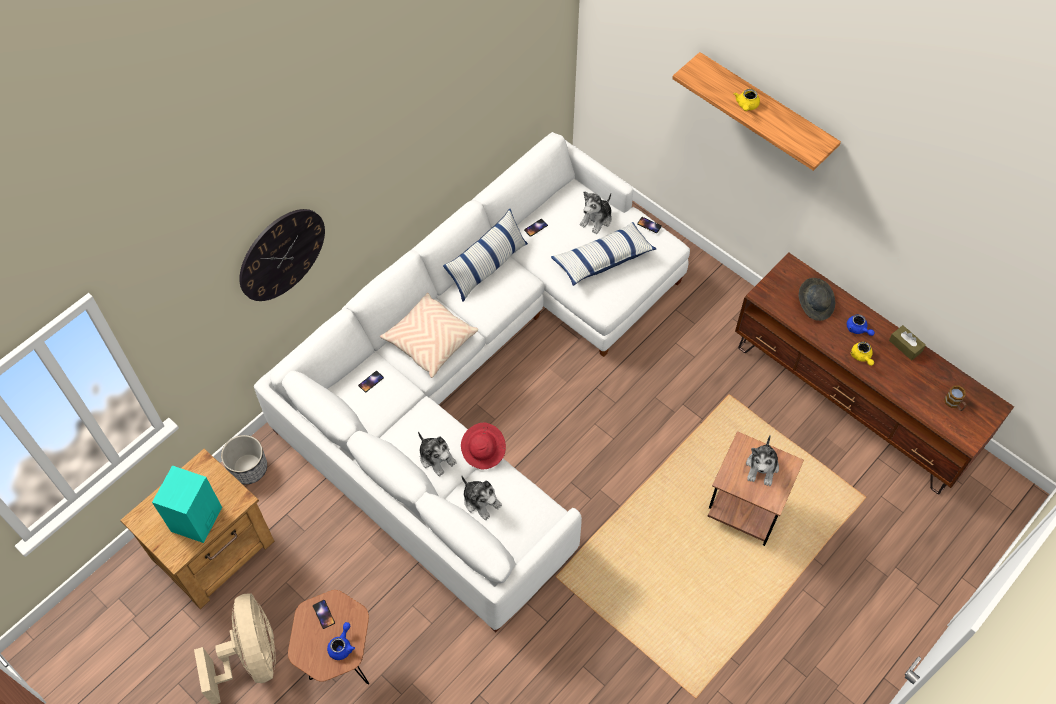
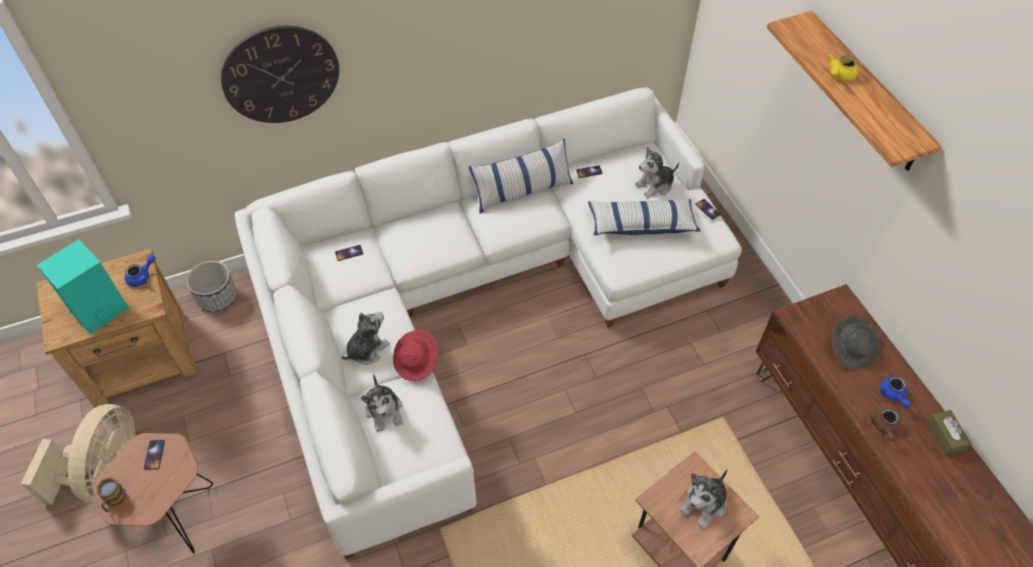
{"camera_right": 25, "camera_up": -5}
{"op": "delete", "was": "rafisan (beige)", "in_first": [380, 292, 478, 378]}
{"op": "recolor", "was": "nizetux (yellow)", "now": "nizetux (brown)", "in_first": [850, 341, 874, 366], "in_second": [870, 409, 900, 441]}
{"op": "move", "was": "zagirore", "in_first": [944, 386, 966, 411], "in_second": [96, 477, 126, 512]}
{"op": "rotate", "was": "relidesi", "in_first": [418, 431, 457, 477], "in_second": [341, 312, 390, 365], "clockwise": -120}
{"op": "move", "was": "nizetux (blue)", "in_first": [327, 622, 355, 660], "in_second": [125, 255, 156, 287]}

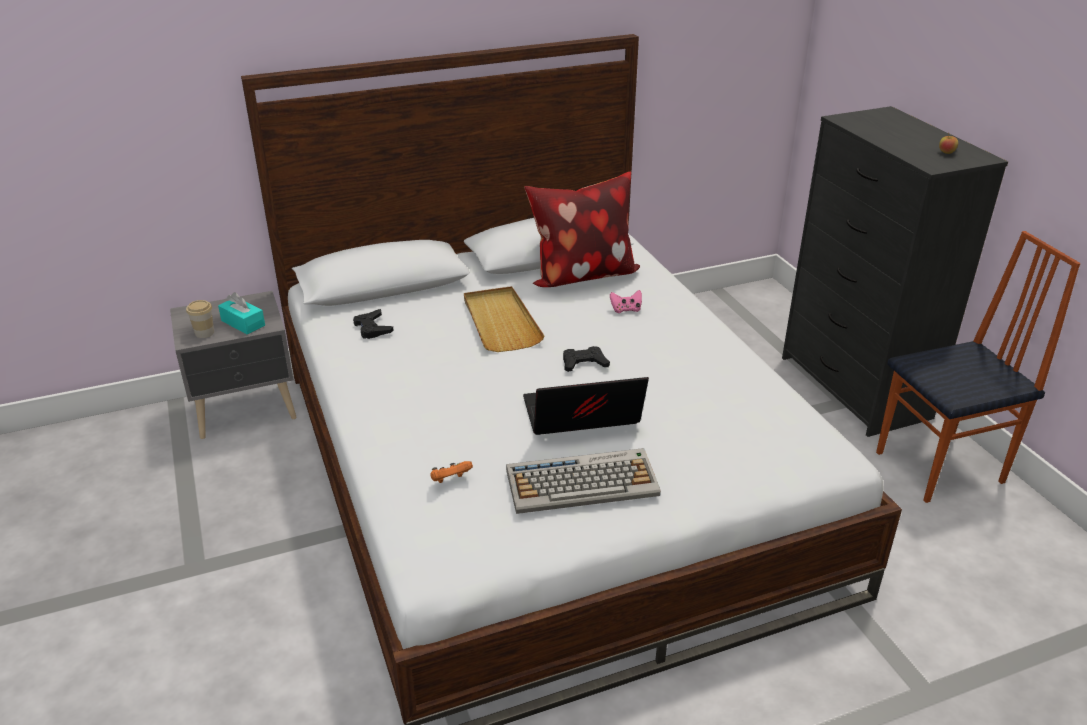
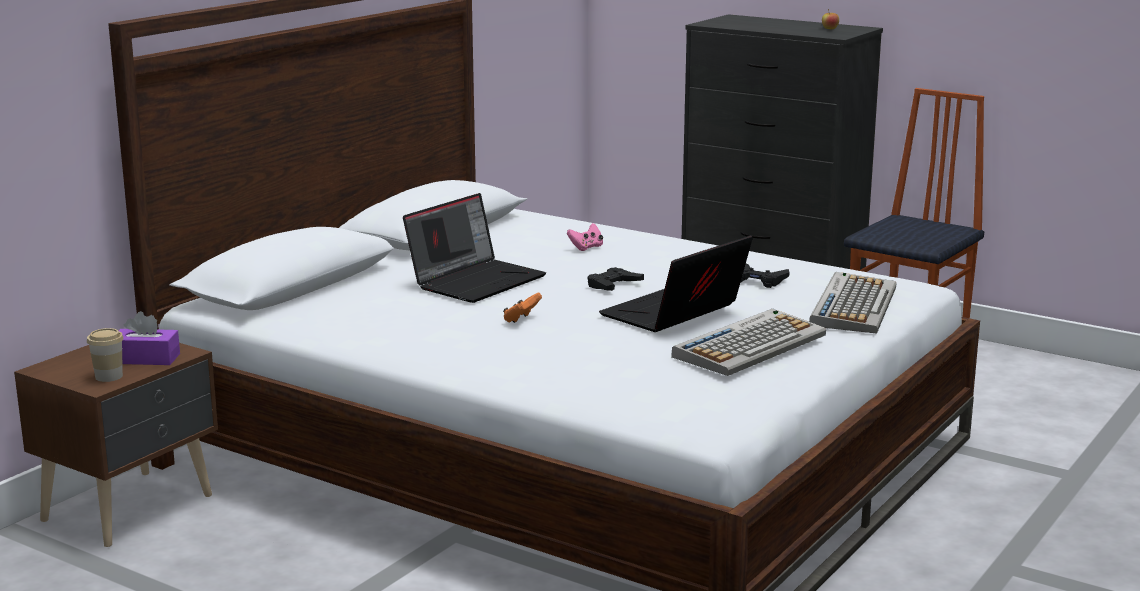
{"camera_right": -35, "camera_up": -15}
{"op": "delete", "was": "rafisan", "in_first": [524, 171, 640, 287]}
{"op": "replace", "was": "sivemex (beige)", "now": "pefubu", "in_first": [464, 286, 545, 352], "in_second": [403, 193, 546, 303]}
{"op": "recolor", "was": "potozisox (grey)", "now": "potozisox (brown)", "in_first": [170, 291, 297, 439], "in_second": [14, 343, 218, 547]}
{"op": "recolor", "was": "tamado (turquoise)", "now": "tamado (purple)", "in_first": [218, 292, 265, 334], "in_second": [119, 311, 180, 365]}
{"op": "move", "was": "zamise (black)", "in_first": [353, 309, 394, 339], "in_second": [741, 263, 789, 288]}
{"op": "move", "was": "zamise (orange)", "in_first": [430, 461, 473, 483], "in_second": [503, 293, 542, 323]}
{"op": "insert", "now": "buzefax", "in_second": [809, 272, 897, 334]}

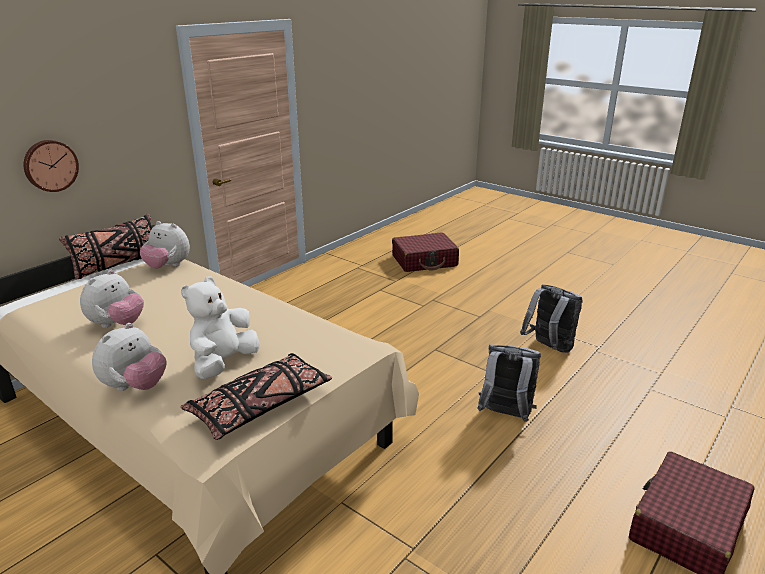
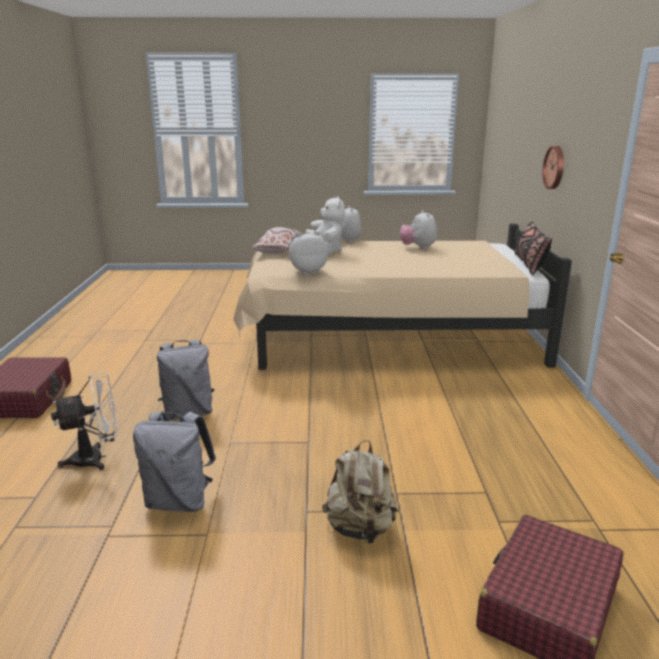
{"camera_right": 140, "camera_up": -5}
{"op": "move", "was": "relidesi", "in_first": [140, 221, 190, 269], "in_second": [289, 231, 328, 275]}
{"op": "recolor", "was": "rafisan (black)", "now": "rafisan (white)", "in_first": [180, 353, 332, 440], "in_second": [252, 227, 300, 254]}
{"op": "insert", "now": "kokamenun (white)", "in_second": [51, 373, 118, 470]}
{"op": "insert", "now": "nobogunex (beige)", "in_second": [322, 440, 398, 544]}

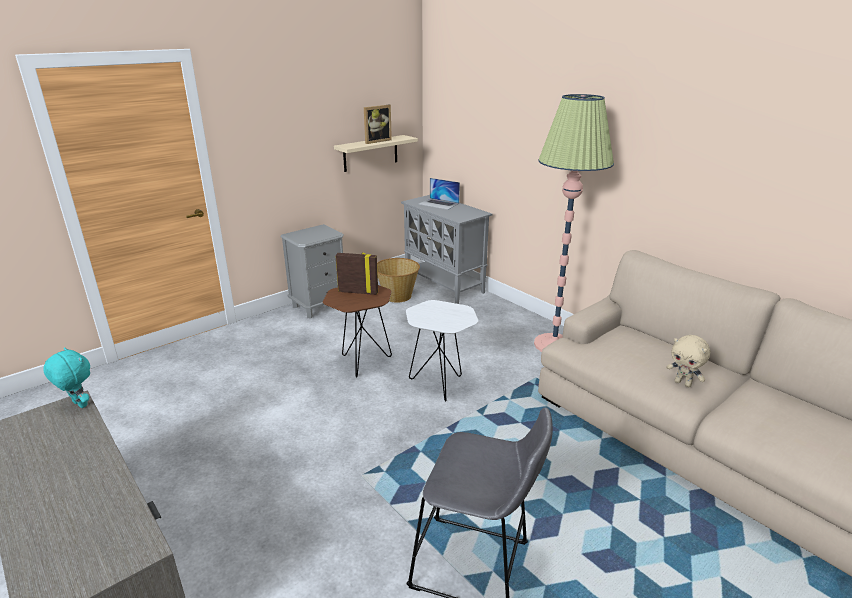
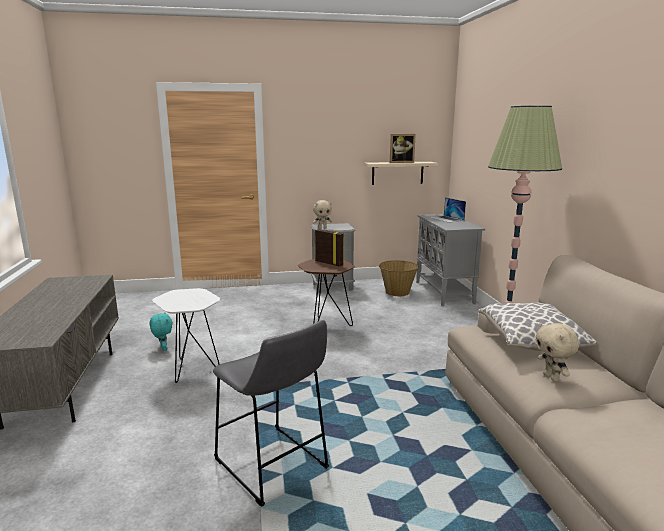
{"camera_right": 30, "camera_up": -10}
{"op": "move", "was": "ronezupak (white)", "in_first": [406, 300, 478, 402], "in_second": [152, 288, 220, 383]}
{"op": "move", "was": "relidesi (turquoise)", "in_first": [43, 347, 90, 408], "in_second": [150, 312, 173, 351]}
{"op": "insert", "now": "relidesi (beige)", "in_second": [313, 200, 332, 229]}
{"op": "insert", "now": "rafisan", "in_second": [478, 303, 597, 351]}

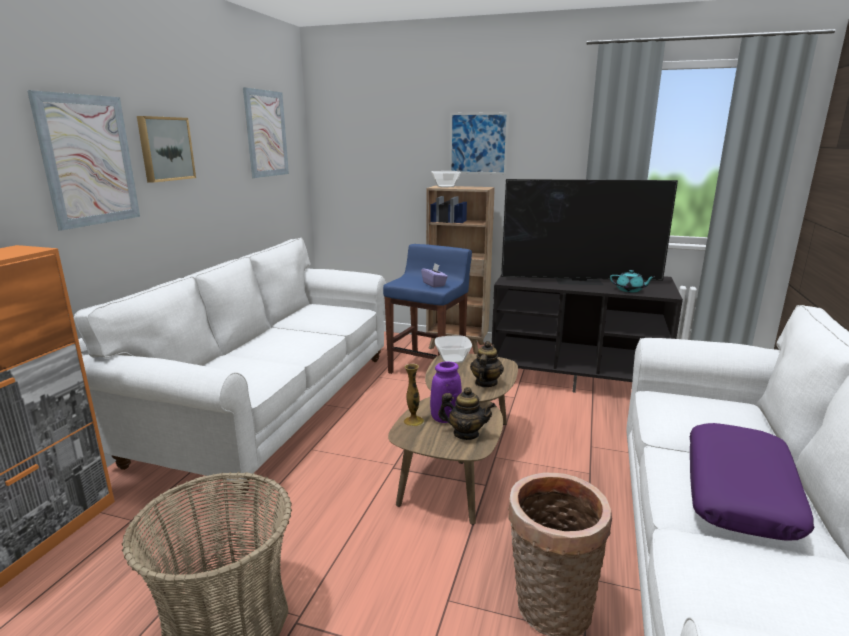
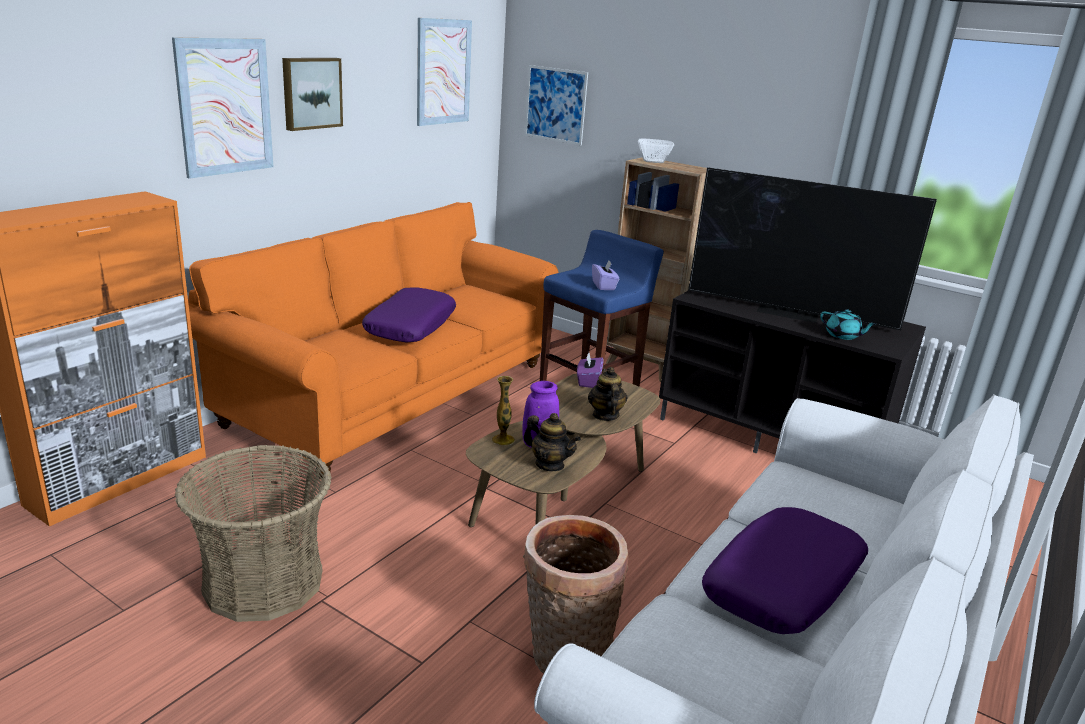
{"camera_right": 15, "camera_up": 5}
{"op": "move", "was": "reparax", "in_first": [450, 112, 509, 174], "in_second": [525, 65, 588, 145]}
{"op": "recolor", "was": "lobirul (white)", "now": "lobirul (orange)", "in_first": [74, 237, 386, 494], "in_second": [188, 202, 559, 478]}
{"op": "replace", "was": "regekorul", "now": "tamado (purple)", "in_first": [435, 336, 472, 363], "in_second": [577, 353, 604, 388]}
{"op": "rotate", "was": "nizetux", "in_first": [470, 341, 504, 387], "in_second": [588, 367, 627, 421], "clockwise": -45}
{"op": "insert", "now": "rafisan (purple)", "in_second": [362, 288, 456, 343]}

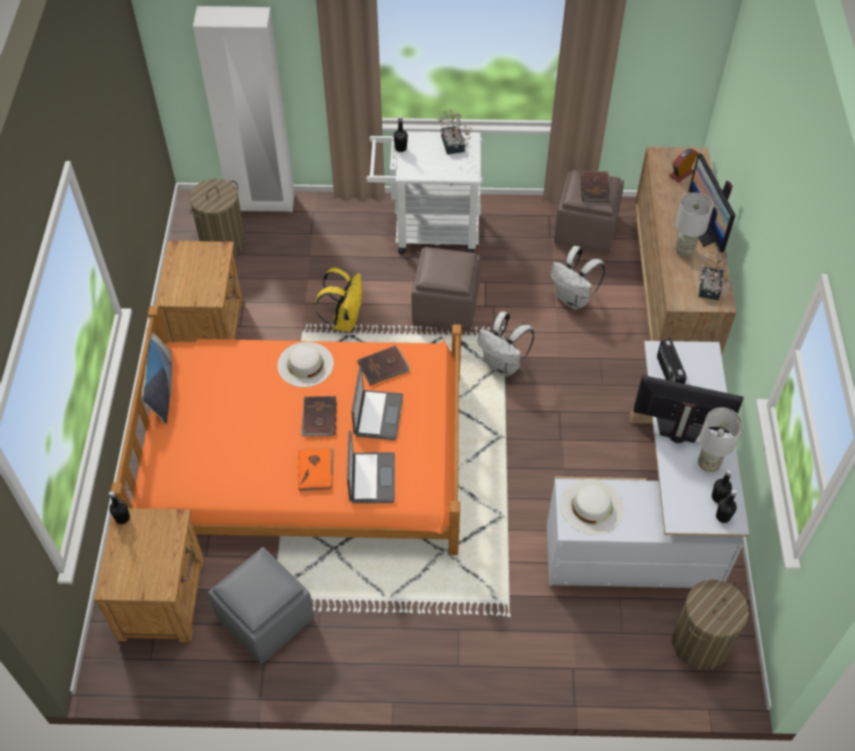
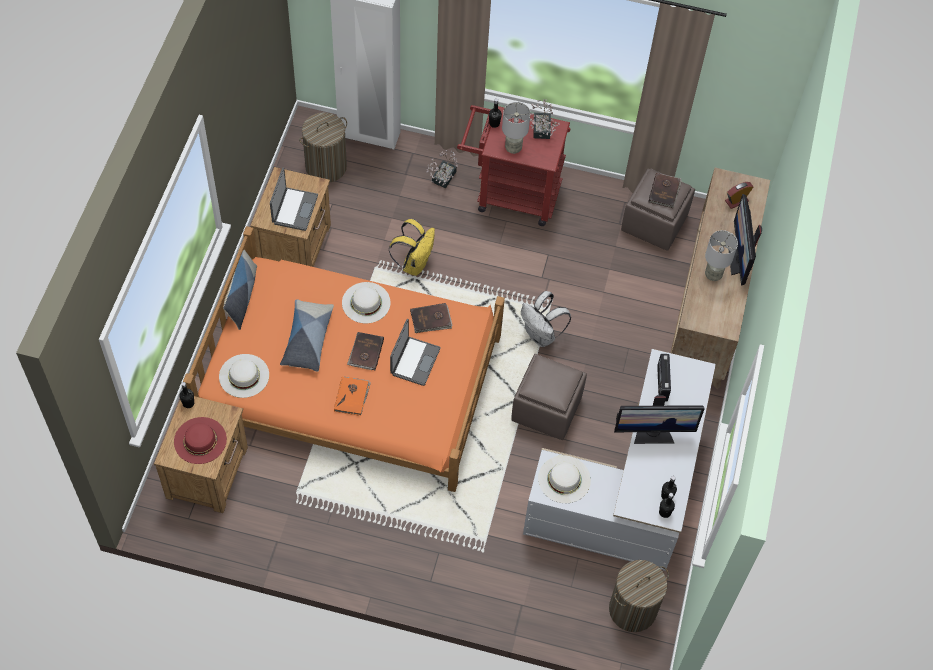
{"camera_right": 10, "camera_up": 5}
{"op": "recolor", "was": "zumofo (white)", "now": "zumofo (red)", "in_first": [366, 131, 483, 255], "in_second": [457, 105, 570, 226]}
{"op": "delete", "was": "nobogunex (white)", "in_first": [550, 246, 605, 310]}
{"op": "move", "was": "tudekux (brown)", "in_first": [412, 247, 481, 332], "in_second": [511, 354, 587, 440]}
{"op": "move", "was": "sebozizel", "in_first": [698, 251, 735, 300], "in_second": [426, 150, 458, 188]}
{"op": "rotate", "was": "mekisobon", "in_first": [633, 375, 744, 443], "in_second": [614, 395, 705, 444], "clockwise": 150}
{"op": "move", "was": "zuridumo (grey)", "in_first": [698, 407, 743, 472], "in_second": [502, 102, 530, 154]}
{"op": "move", "was": "pefubu", "in_first": [347, 431, 395, 503], "in_second": [270, 168, 318, 231]}
{"op": "delete", "was": "tudekux (grey)", "in_first": [207, 547, 314, 664]}
{"op": "insert", "now": "rafisan", "in_second": [280, 299, 334, 372]}
{"op": "insert", "now": "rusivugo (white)", "in_second": [219, 354, 269, 398]}
{"op": "insert", "now": "rusivugo (red)", "in_second": [174, 417, 227, 464]}

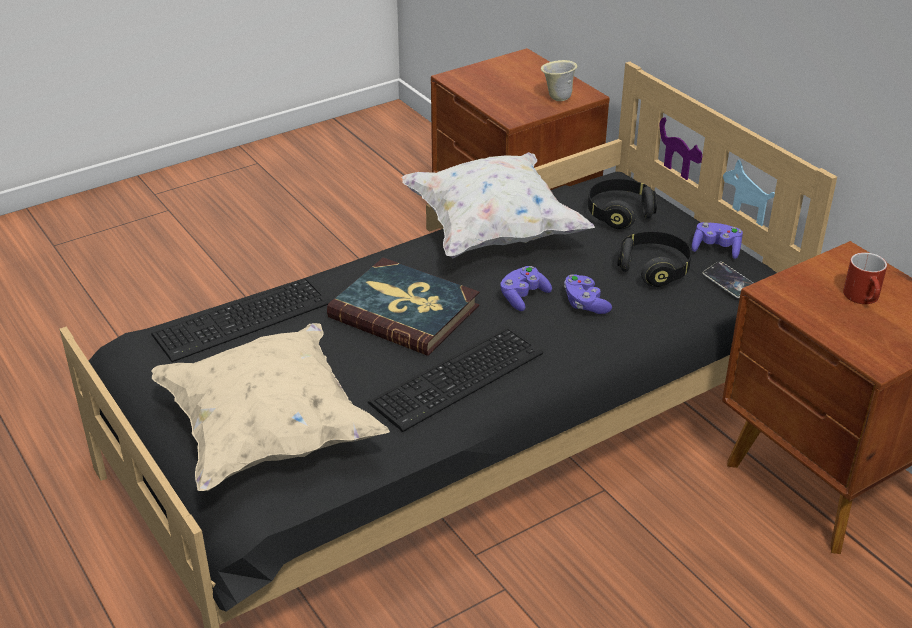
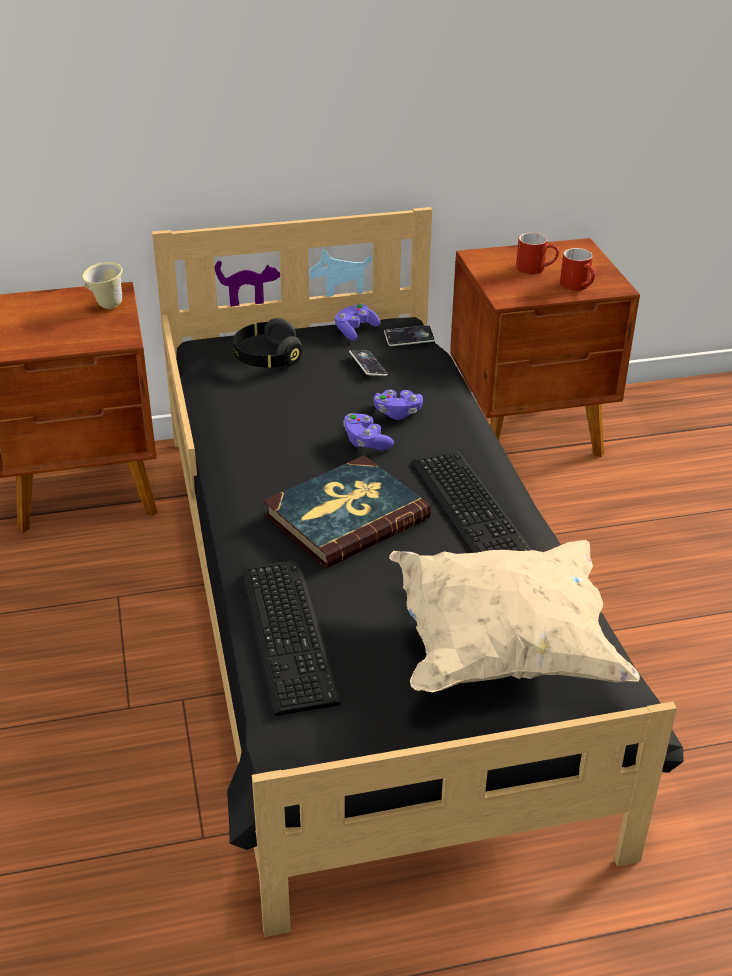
{"camera_right": -70, "camera_up": 0}
{"op": "delete", "was": "rafisan (white)", "in_first": [402, 152, 595, 258]}
{"op": "replace", "was": "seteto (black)", "now": "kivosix", "in_first": [617, 231, 692, 287], "in_second": [349, 350, 387, 376]}
{"op": "insert", "now": "zagirore (red)", "in_second": [560, 248, 595, 291]}

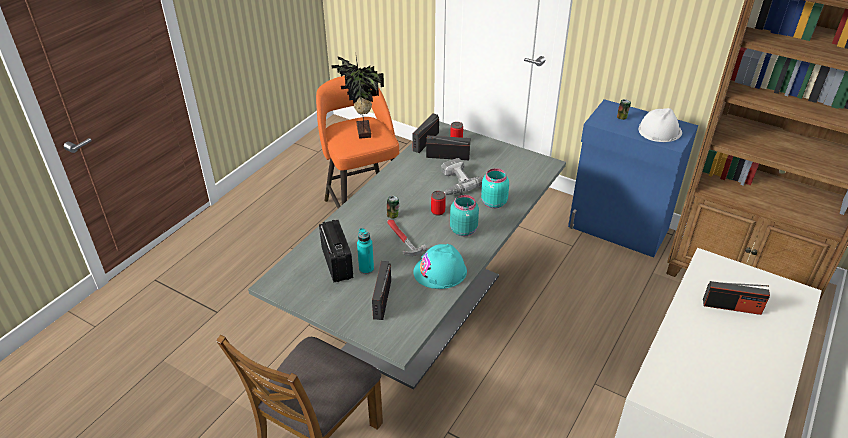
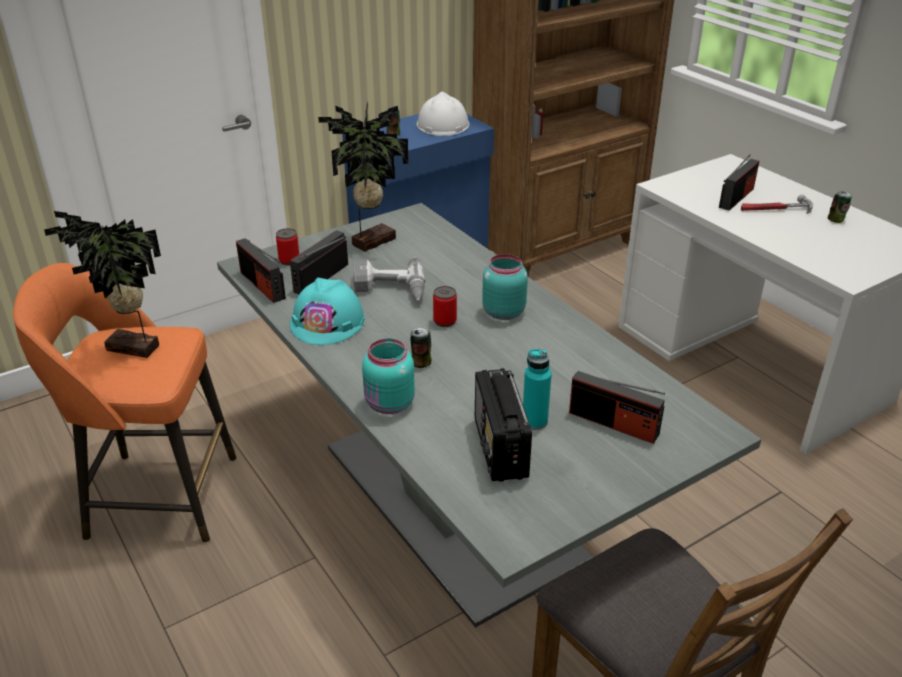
{"camera_right": -65, "camera_up": -5}
{"op": "move", "was": "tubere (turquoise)", "in_first": [481, 168, 509, 208], "in_second": [362, 338, 415, 414]}
{"op": "move", "was": "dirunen", "in_first": [387, 219, 427, 256], "in_second": [741, 195, 813, 214]}
{"op": "rotate", "was": "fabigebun", "in_first": [319, 220, 353, 282], "in_second": [475, 368, 532, 482], "clockwise": -105}
{"op": "move", "was": "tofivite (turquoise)", "in_first": [413, 244, 467, 289], "in_second": [290, 278, 365, 345]}
{"op": "insert", "now": "sebozizel", "in_second": [318, 102, 409, 252]}
{"op": "insert", "now": "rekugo", "in_second": [828, 192, 852, 223]}

